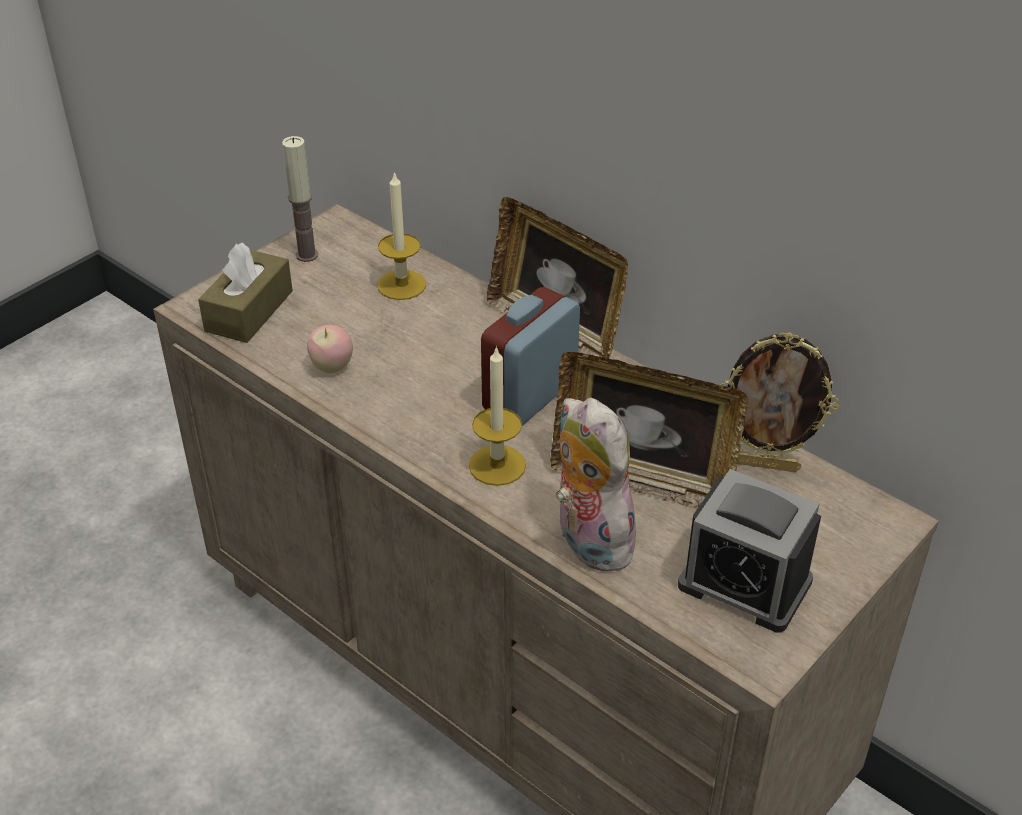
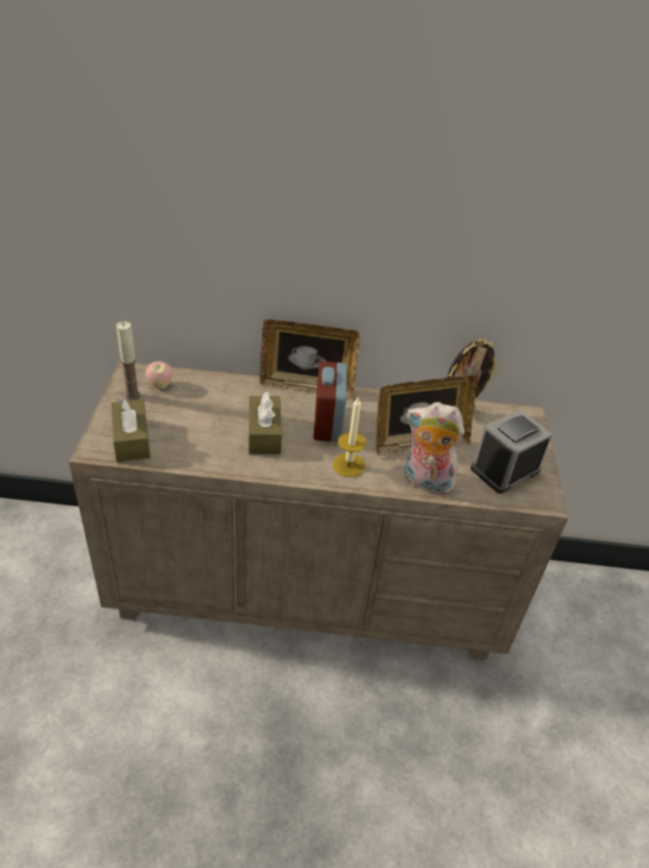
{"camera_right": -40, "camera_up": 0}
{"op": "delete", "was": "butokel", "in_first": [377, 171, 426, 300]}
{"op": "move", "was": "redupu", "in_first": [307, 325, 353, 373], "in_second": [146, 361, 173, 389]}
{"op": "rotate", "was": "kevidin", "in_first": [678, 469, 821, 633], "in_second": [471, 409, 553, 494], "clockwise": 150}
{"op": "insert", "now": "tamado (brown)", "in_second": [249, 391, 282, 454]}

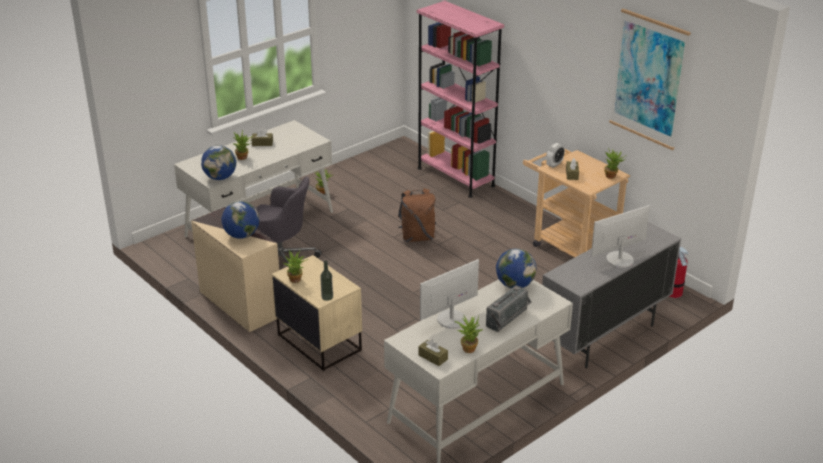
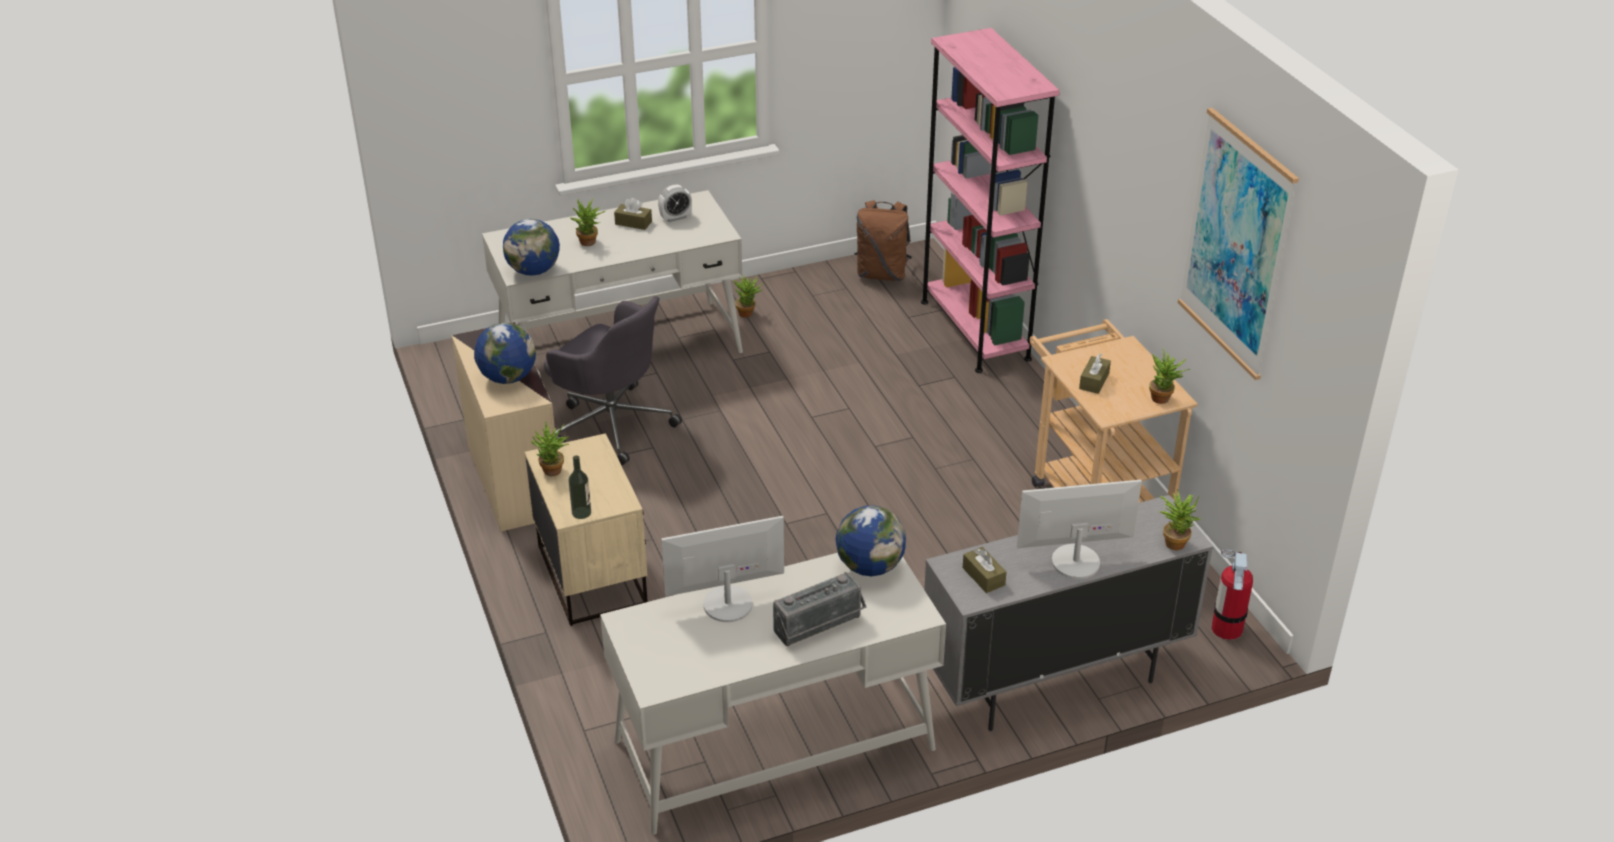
{"camera_right": 20, "camera_up": 5}
{"op": "move", "was": "kevidin", "in_first": [546, 143, 565, 168], "in_second": [658, 185, 692, 222]}
{"op": "move", "was": "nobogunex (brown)", "in_first": [398, 188, 436, 242], "in_second": [854, 200, 912, 281]}
{"op": "move", "was": "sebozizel", "in_first": [455, 316, 483, 353], "in_second": [1159, 489, 1201, 550]}
{"op": "move", "was": "tamado (brown)", "in_first": [418, 340, 448, 366], "in_second": [963, 547, 1006, 593]}

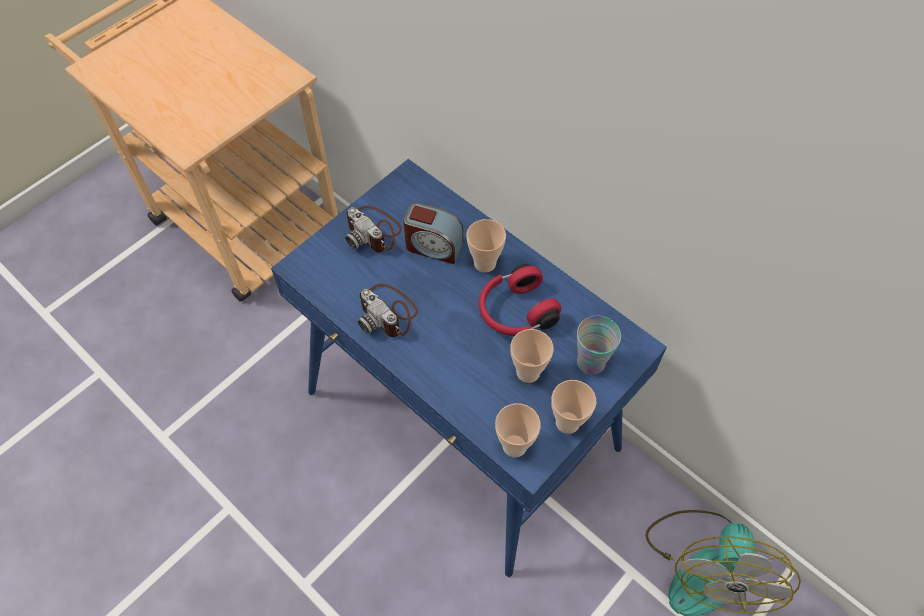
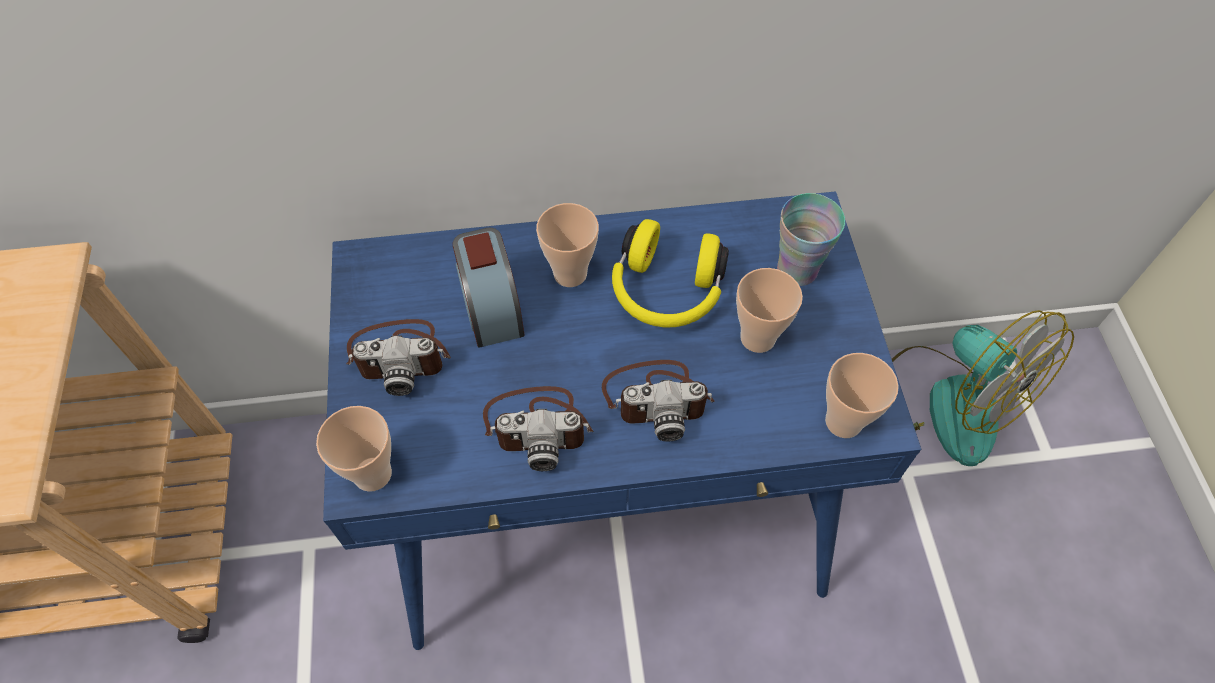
{"camera_right": -50, "camera_up": 0}
{"op": "rotate", "was": "kevidin", "in_first": [403, 202, 463, 264], "in_second": [453, 228, 524, 348], "clockwise": 105}
{"op": "recolor", "was": "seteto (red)", "now": "seteto (yellow)", "in_first": [479, 264, 561, 336], "in_second": [612, 219, 729, 328]}
{"op": "move", "was": "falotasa", "in_first": [551, 380, 596, 434], "in_second": [316, 406, 392, 492]}
{"op": "insert", "now": "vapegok", "in_second": [602, 360, 715, 442]}

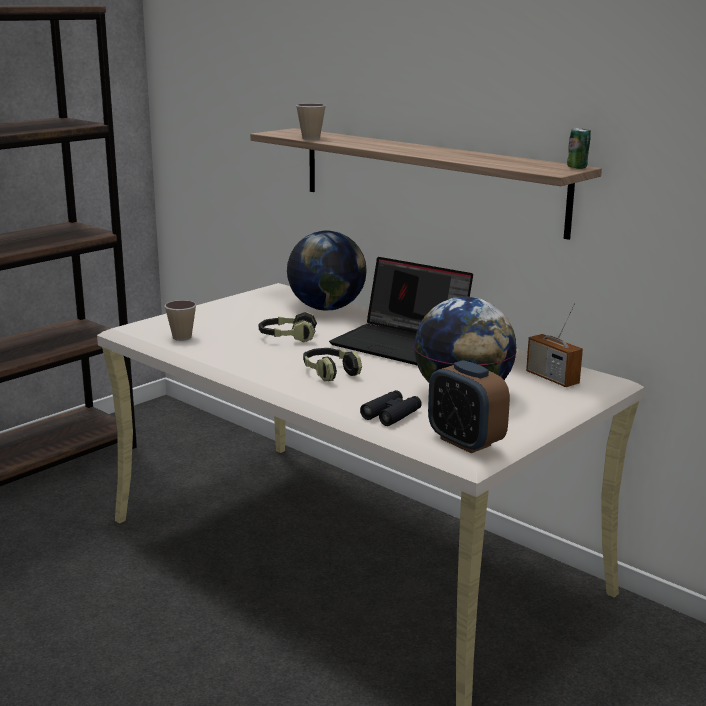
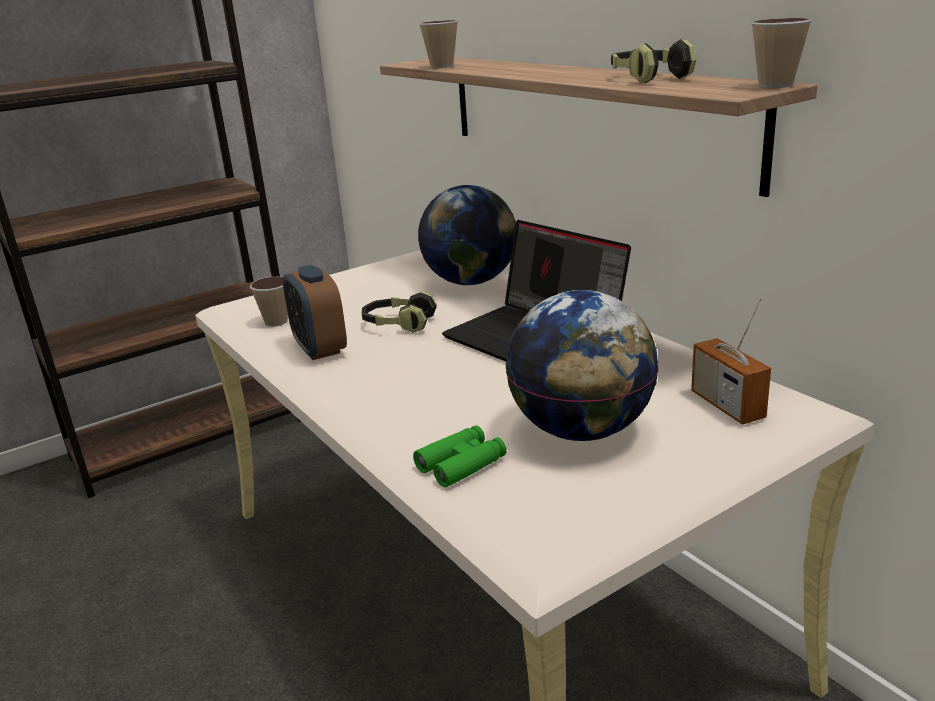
{"camera_right": 15, "camera_up": 5}
{"op": "replace", "was": "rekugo", "now": "falotasa", "in_first": [567, 128, 591, 169], "in_second": [751, 18, 812, 88]}
{"op": "move", "was": "seteto", "in_first": [303, 348, 362, 381], "in_second": [611, 39, 697, 83]}
{"op": "move", "was": "kevidin", "in_first": [428, 360, 510, 453], "in_second": [283, 265, 347, 360]}
{"op": "recolor", "was": "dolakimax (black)", "now": "dolakimax (green)", "in_first": [360, 390, 422, 426], "in_second": [413, 425, 507, 487]}

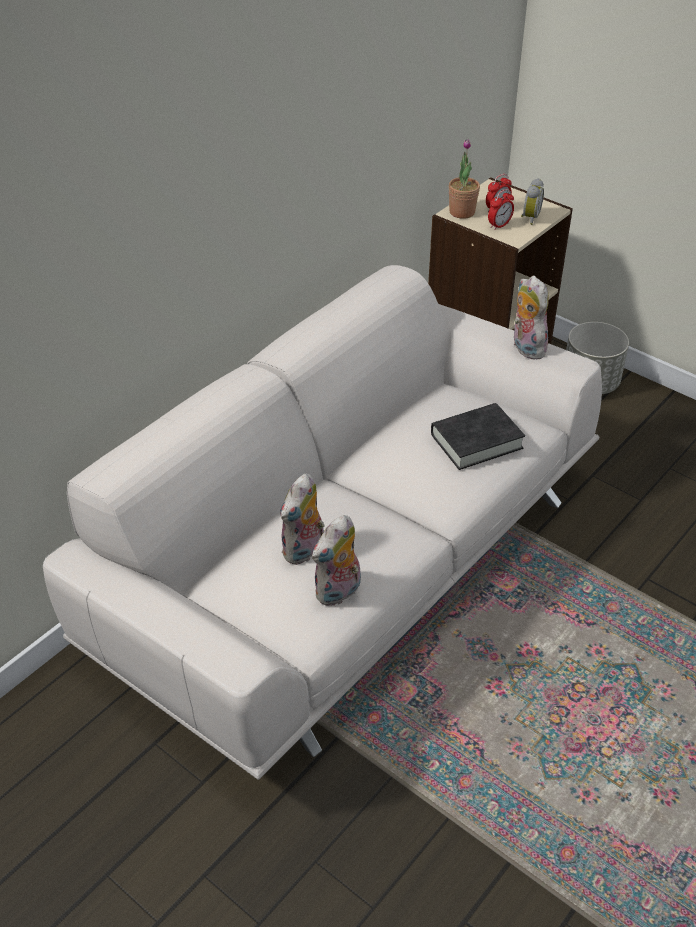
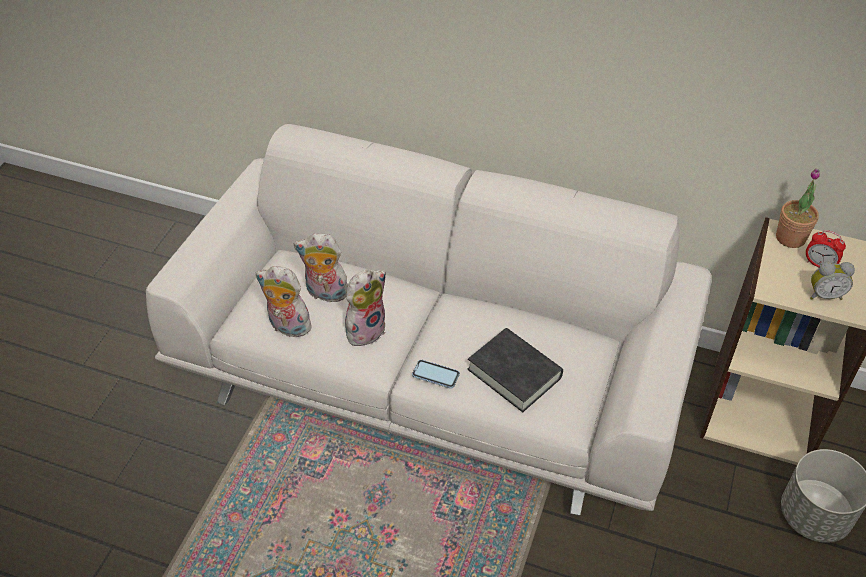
{"camera_right": 70, "camera_up": 5}
{"op": "delete", "was": "kevidin", "in_first": [488, 189, 514, 230]}
{"op": "move", "was": "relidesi", "in_first": [514, 275, 549, 359], "in_second": [345, 269, 386, 346]}
{"op": "insert", "now": "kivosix", "in_second": [412, 360, 460, 389]}

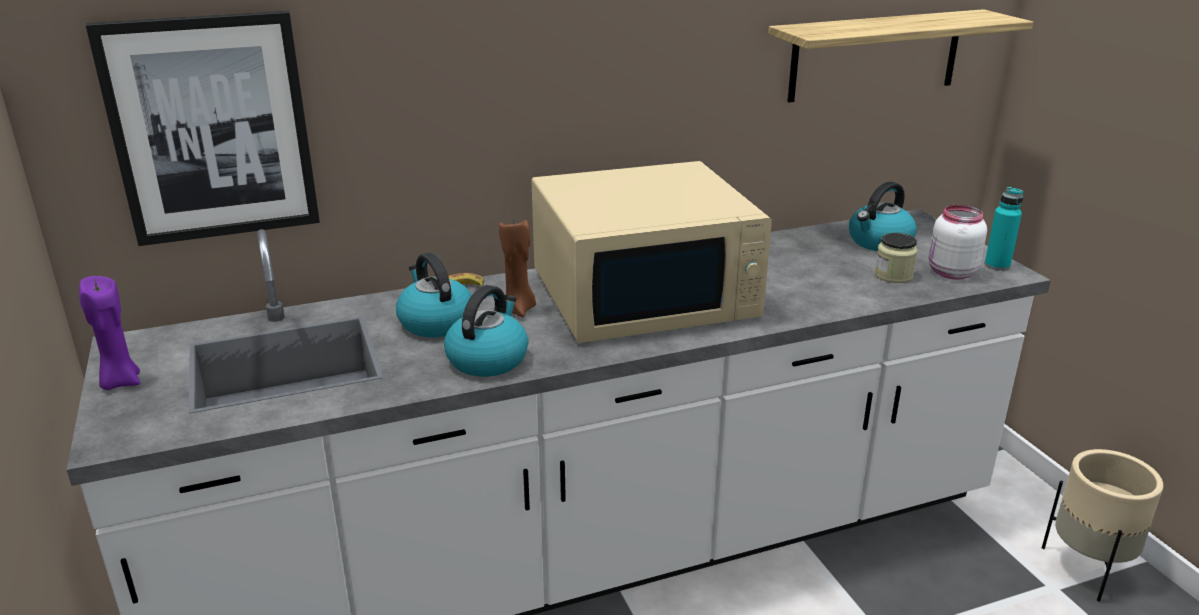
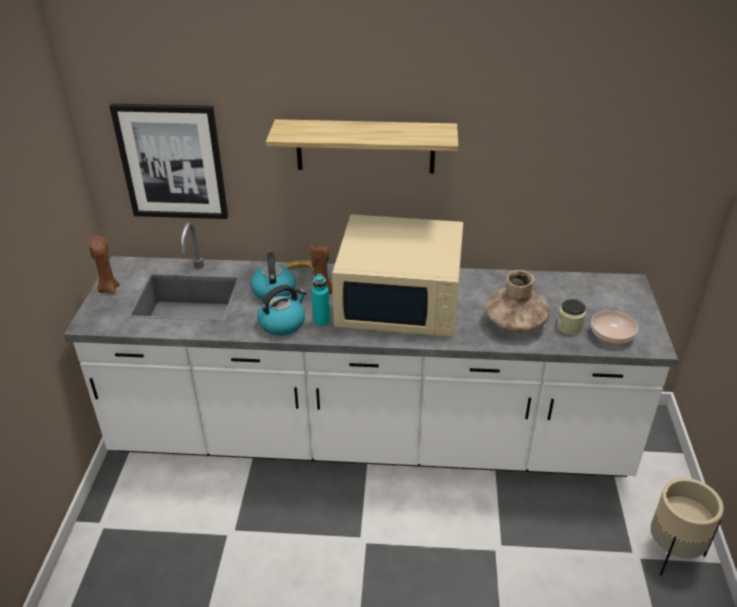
{"camera_right": 25, "camera_up": 10}
{"op": "move", "was": "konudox", "in_first": [768, 9, 1033, 103], "in_second": [266, 119, 458, 173]}
{"op": "delete", "was": "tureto", "in_first": [849, 182, 917, 251]}
{"op": "move", "was": "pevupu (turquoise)", "in_first": [984, 187, 1024, 271], "in_second": [312, 274, 330, 327]}
{"op": "replace", "was": "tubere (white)", "now": "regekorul", "in_first": [929, 205, 987, 280], "in_second": [591, 311, 638, 344]}
{"op": "recolor", "was": "butokel (purple)", "now": "butokel (brown)", "in_first": [79, 276, 140, 390], "in_second": [89, 236, 120, 294]}
{"op": "insert", "now": "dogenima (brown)", "in_second": [485, 270, 550, 333]}

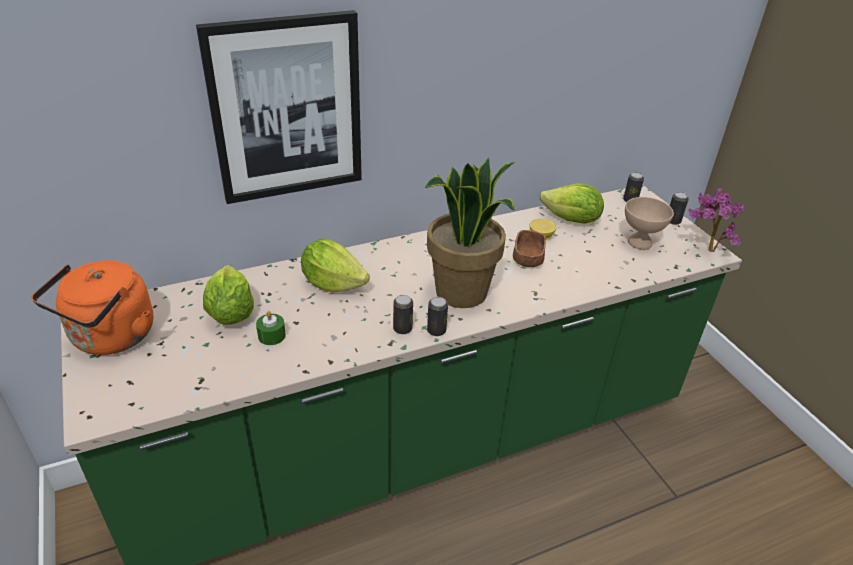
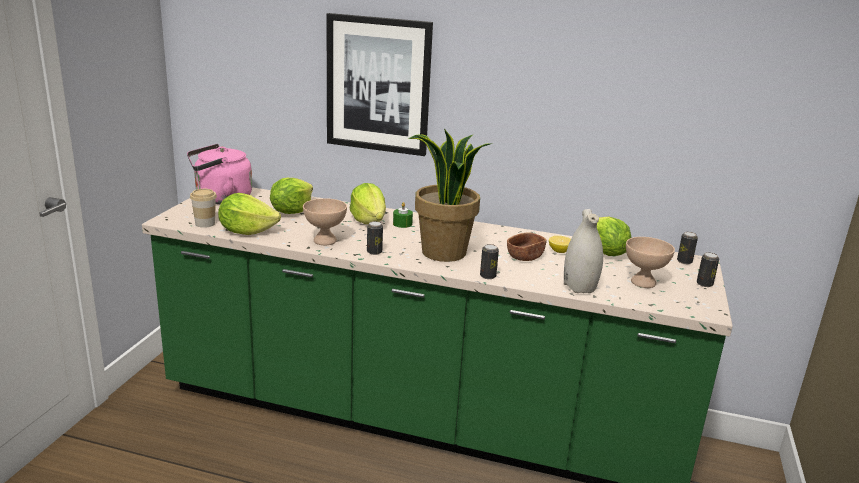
{"camera_right": 40, "camera_up": -15}
{"op": "delete", "was": "sebozizel", "in_first": [688, 188, 744, 252]}
{"op": "recolor", "was": "tureto (orange)", "now": "tureto (pink)", "in_first": [32, 260, 154, 355], "in_second": [187, 144, 252, 204]}
{"op": "move", "was": "rekugo", "in_first": [427, 297, 448, 336], "in_second": [480, 244, 499, 279]}
{"op": "move", "was": "butokel (green)", "in_first": [256, 311, 286, 345], "in_second": [393, 202, 413, 228]}
{"op": "insert", "now": "falotasa", "in_second": [190, 189, 217, 228]}
{"op": "insert", "now": "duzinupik", "in_second": [218, 193, 281, 235]}
{"op": "insert", "now": "regekorul (beige)", "in_second": [303, 198, 347, 245]}
{"op": "insert", "now": "dogenima (white)", "in_second": [564, 209, 603, 293]}

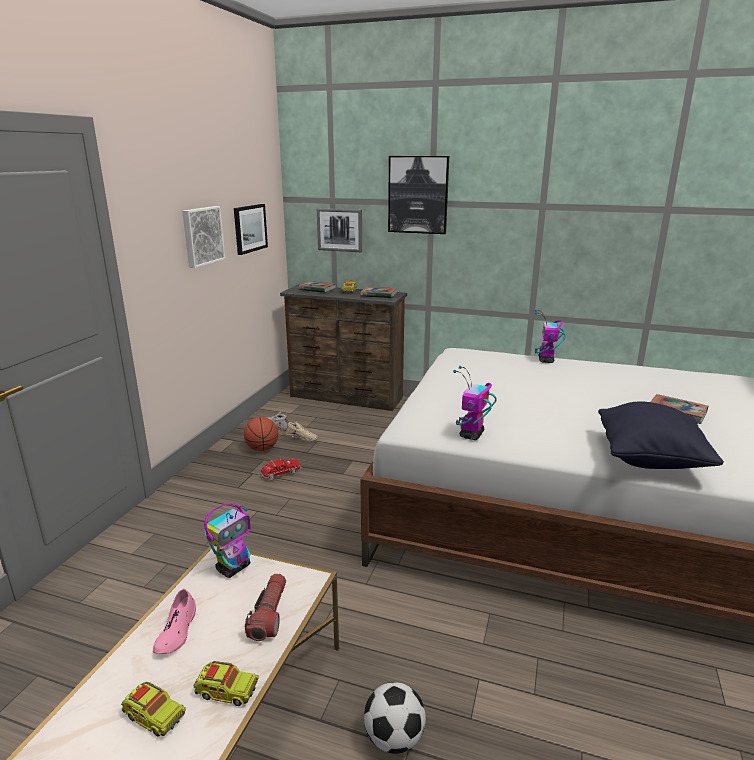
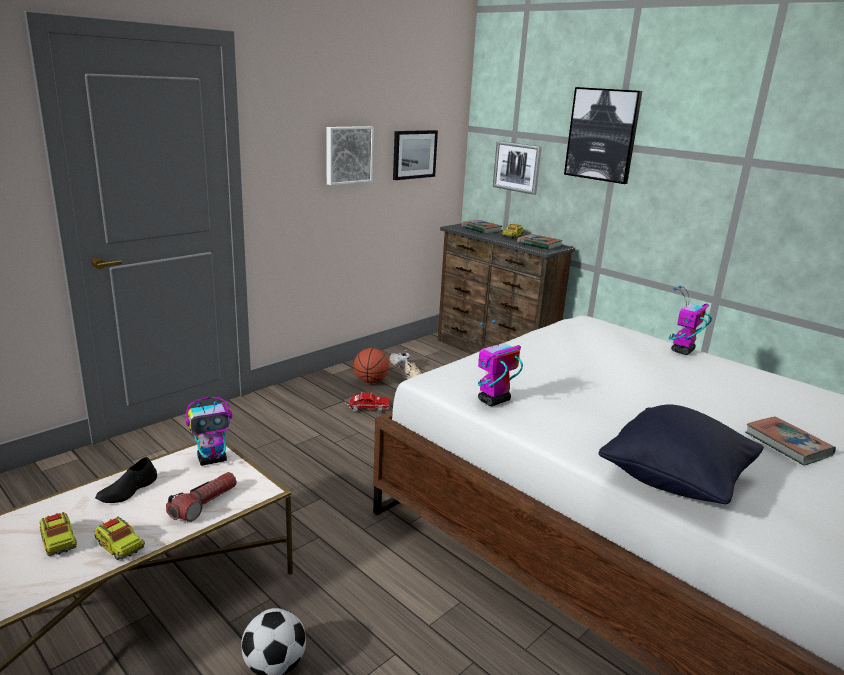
{"camera_right": 25, "camera_up": 0}
{"op": "recolor", "was": "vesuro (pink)", "now": "vesuro (black)", "in_first": [153, 589, 196, 654], "in_second": [95, 457, 157, 503]}

